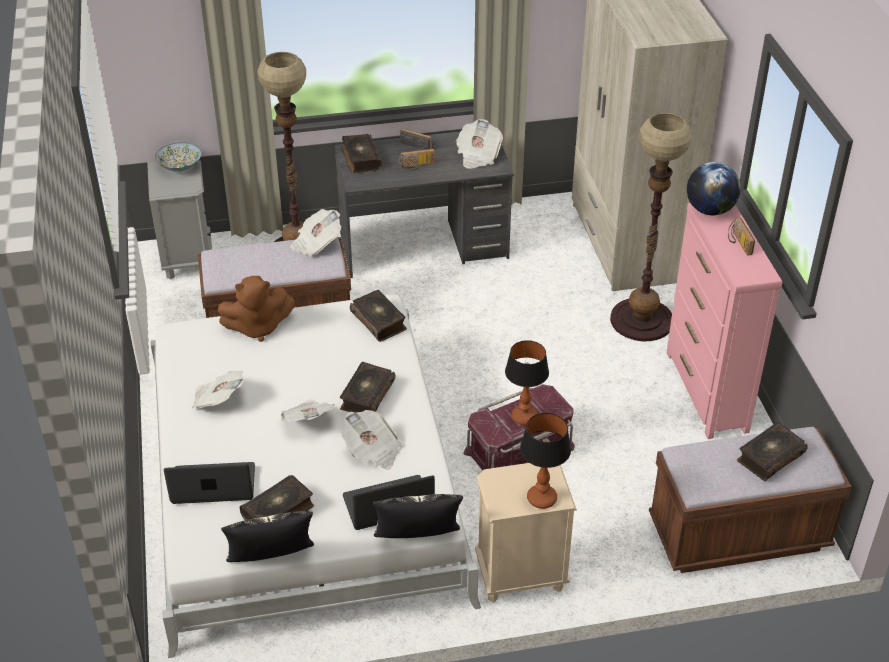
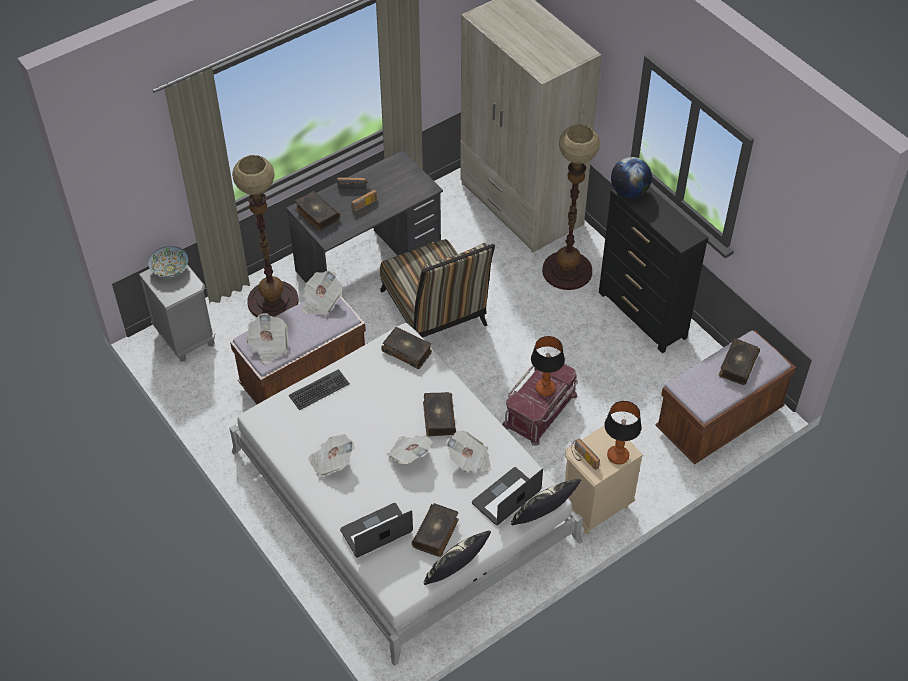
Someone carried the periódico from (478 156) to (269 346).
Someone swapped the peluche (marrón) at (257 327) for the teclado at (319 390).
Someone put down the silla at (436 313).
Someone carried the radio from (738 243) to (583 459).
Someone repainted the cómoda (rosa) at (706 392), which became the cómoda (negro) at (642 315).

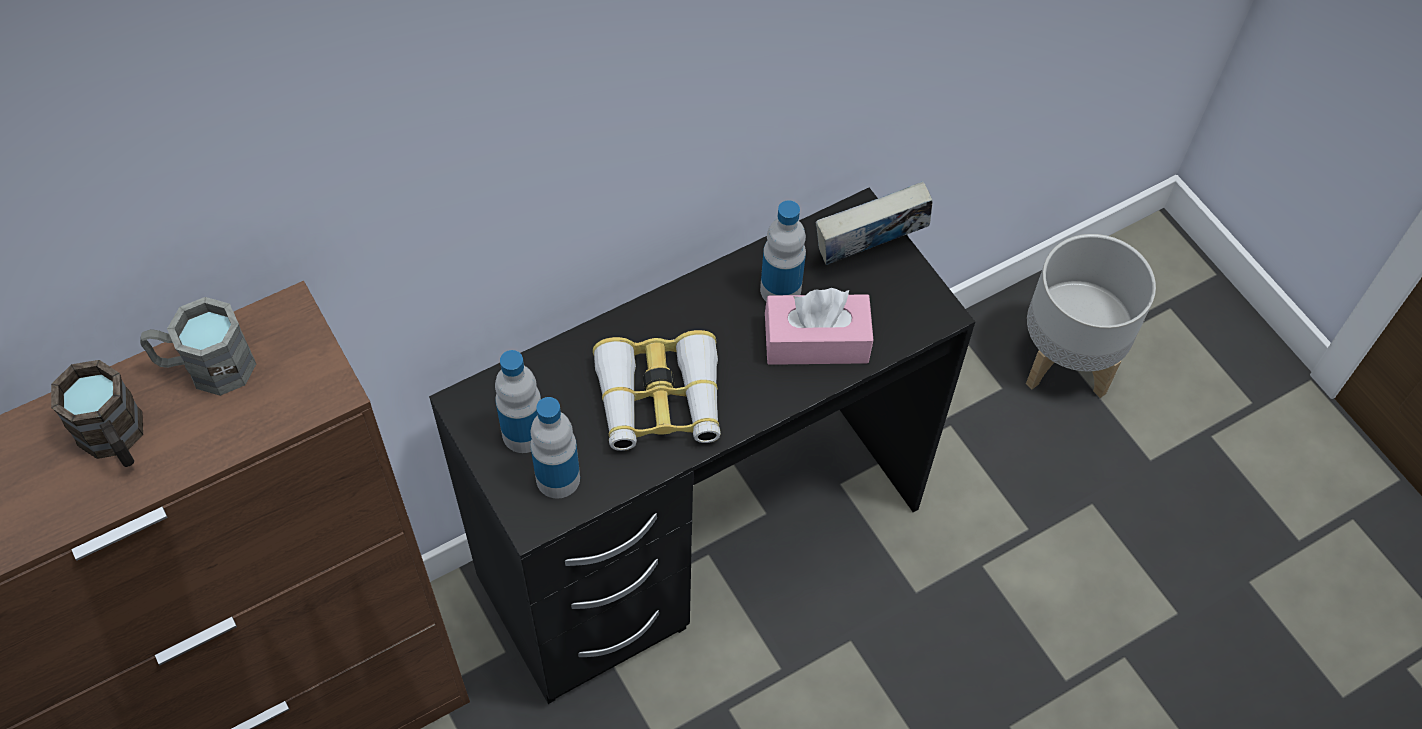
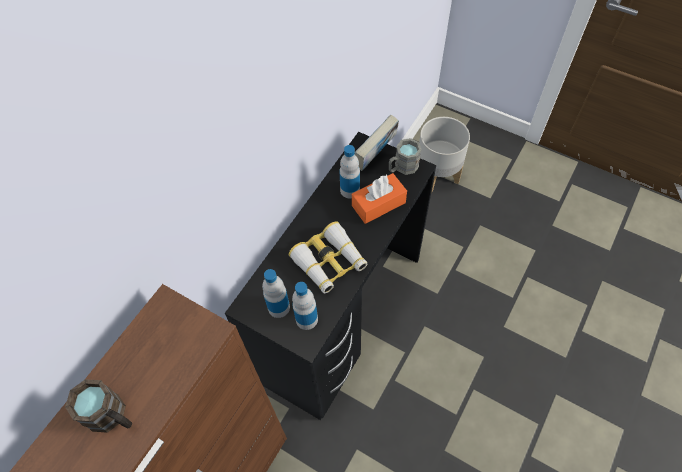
Someone repainted the caja de pañuelos (rosa) at (816 341), which became the caja de pañuelos (naranja) at (378 204).
Someone carried the taza grande (gris) from (206 367) to (402 167).

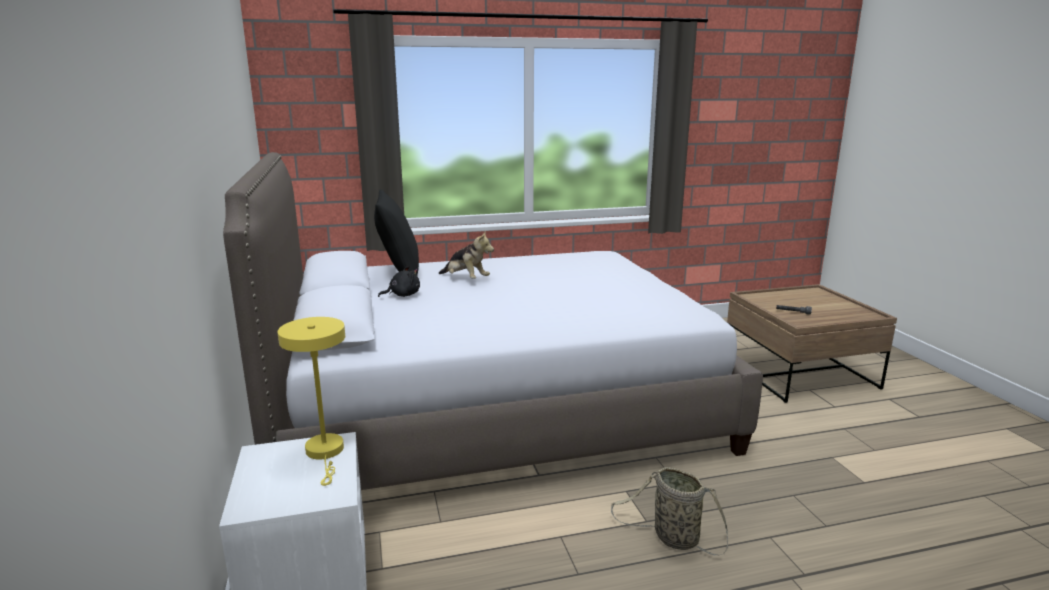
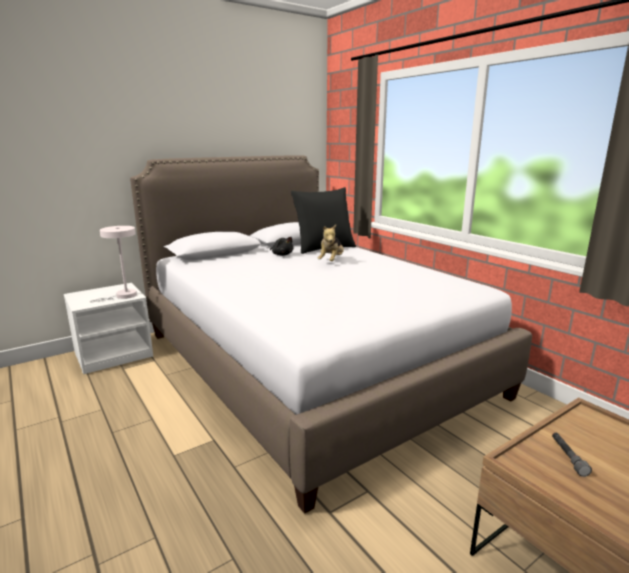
Someone repainted the lámpara de mesa (amarillo) at (325 453), which became the lámpara de mesa (blanco) at (122 296).
Someone took away the cesta at (672 538).

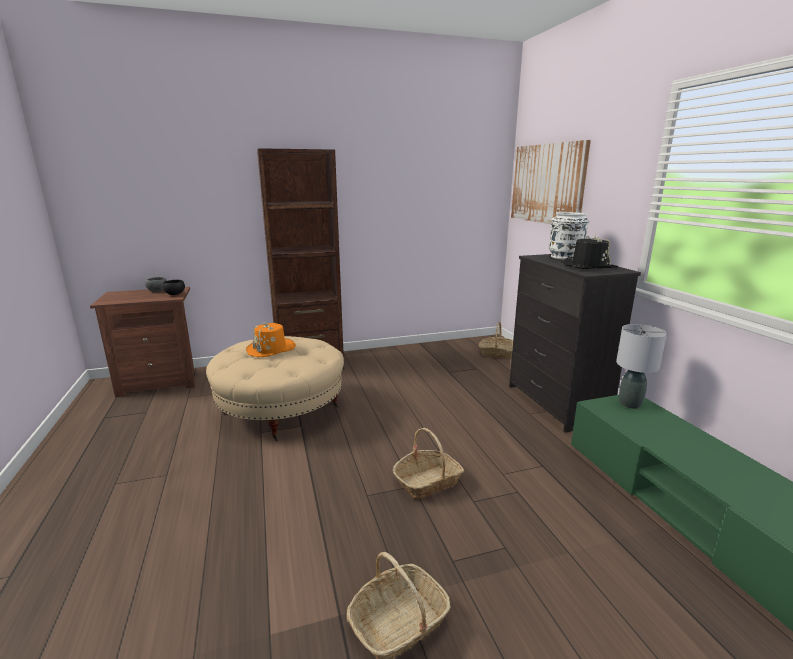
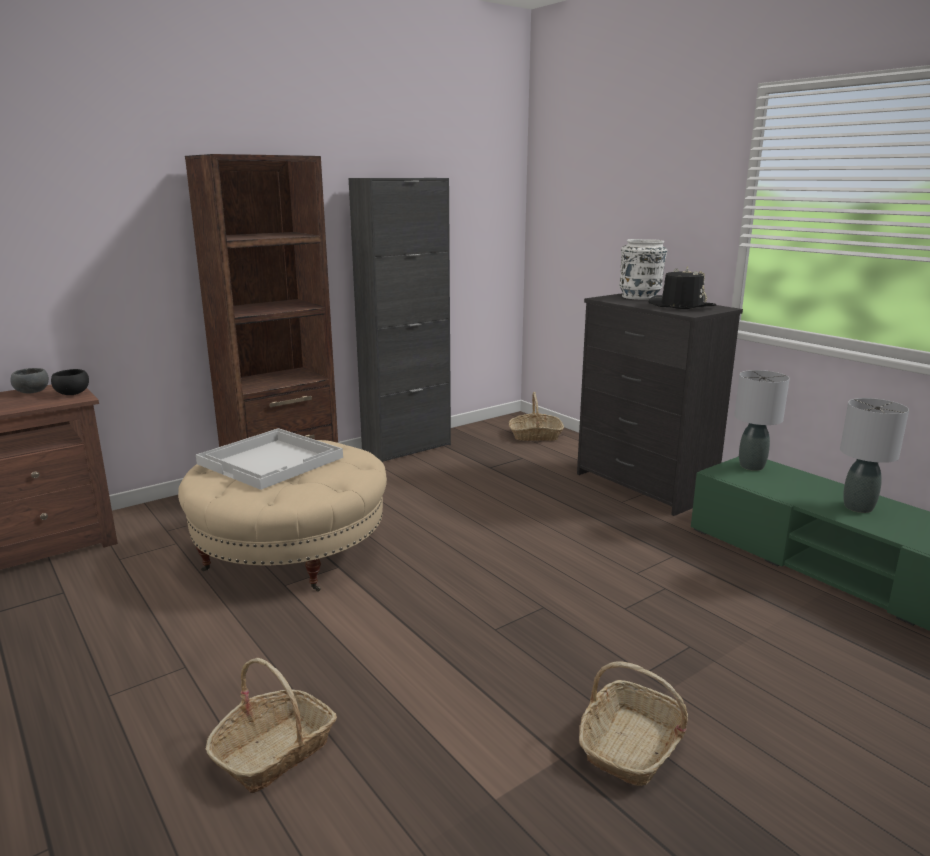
Someone swapped the sombrero (naranja) at (271 349) for the bandeja (blanco) at (272 460).
Someone carried the cesta from (428 482) to (275 751).
Someone put down the armario (negro) at (407 448).
Someone put down the lámpara de mesa (gris) at (859 507).
Someone took away the cuadro at (547 184).

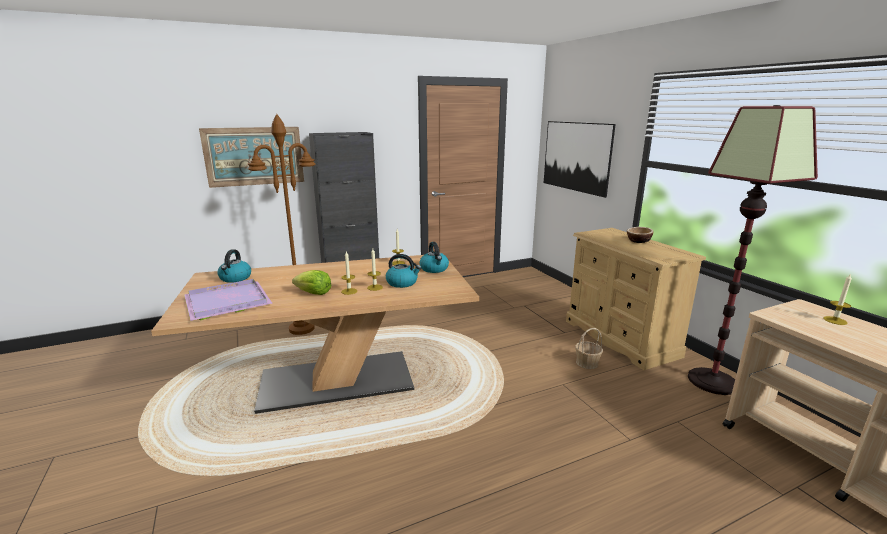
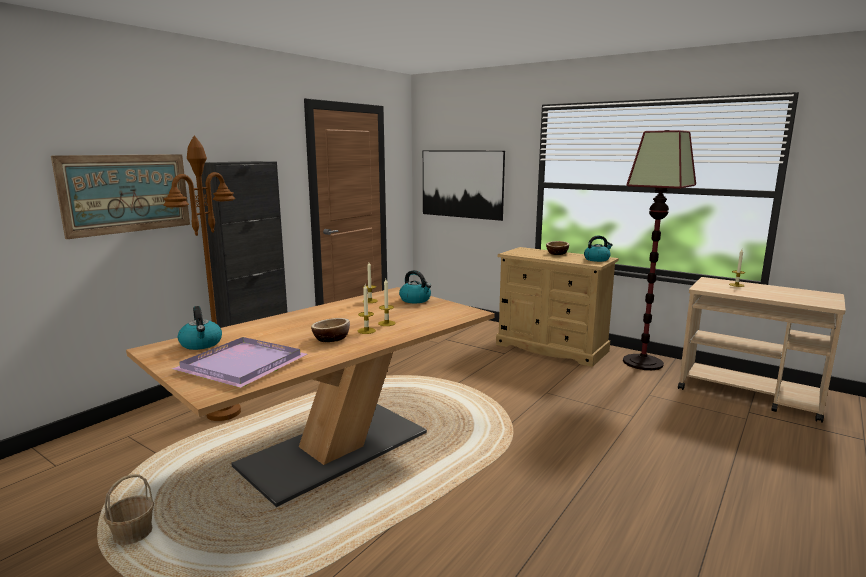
Someone carried the cesta from (586 363) to (132 533).
Someone swapped the lechuga at (313 293) for the cuenco at (331 339).
Someone carried the hervidor from (402 283) to (597 259).

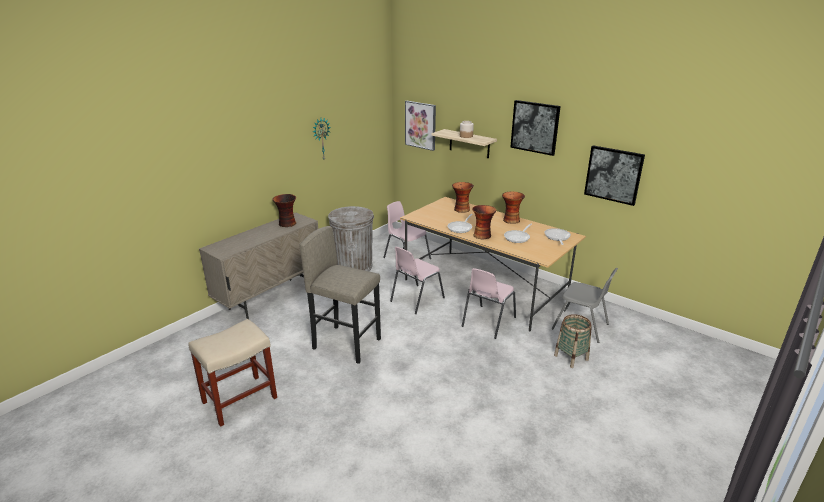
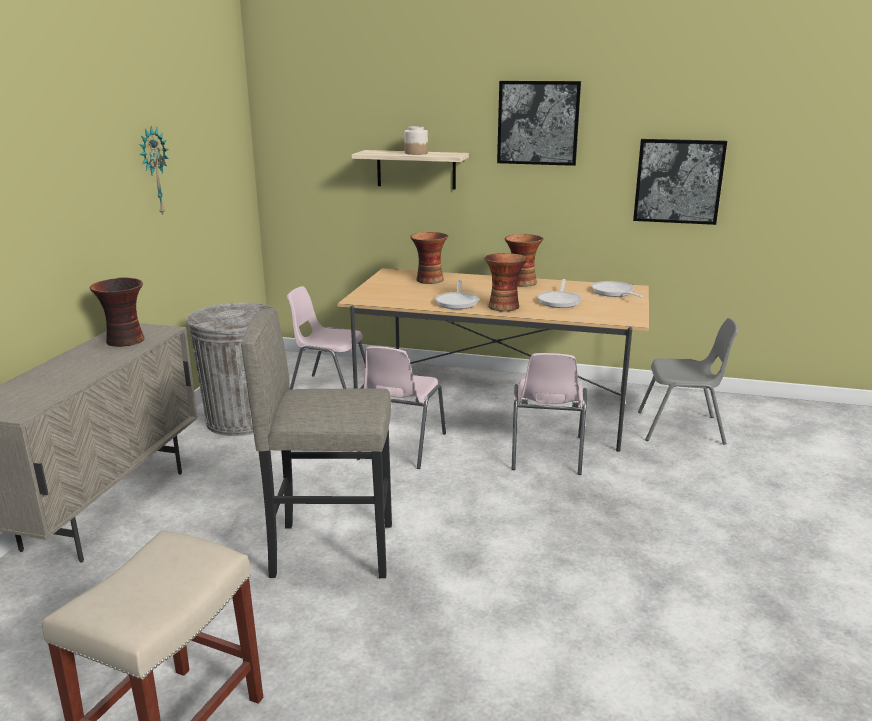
Someone took away the cuadro at (420 125).
Someone took away the cesta at (571 357).

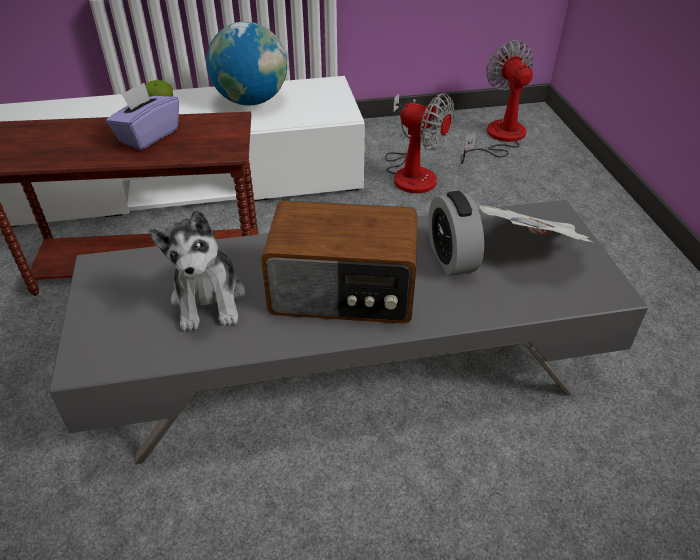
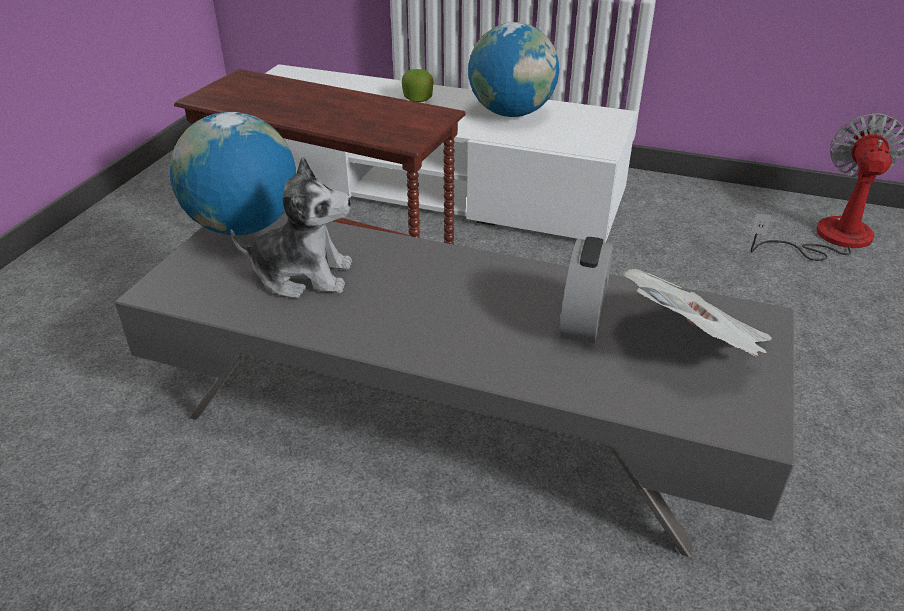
Someone put down the globo terráqueo at (243 226).
Someone rotated the peluche at (209 299) by 105 degrees counterclockwise.
Someone took away the caja de pañuelos (morado) at (148 136).
Someone took away the radio at (343 292).
Someone took away the ventilador at (412 172).

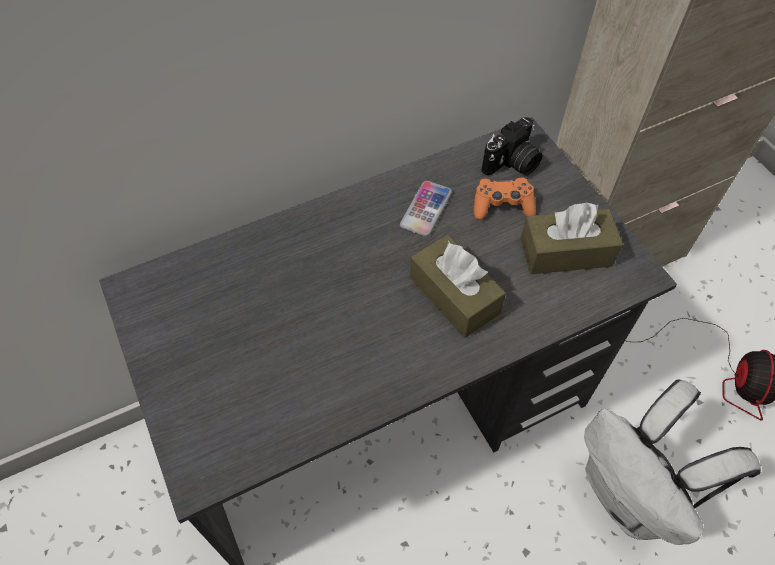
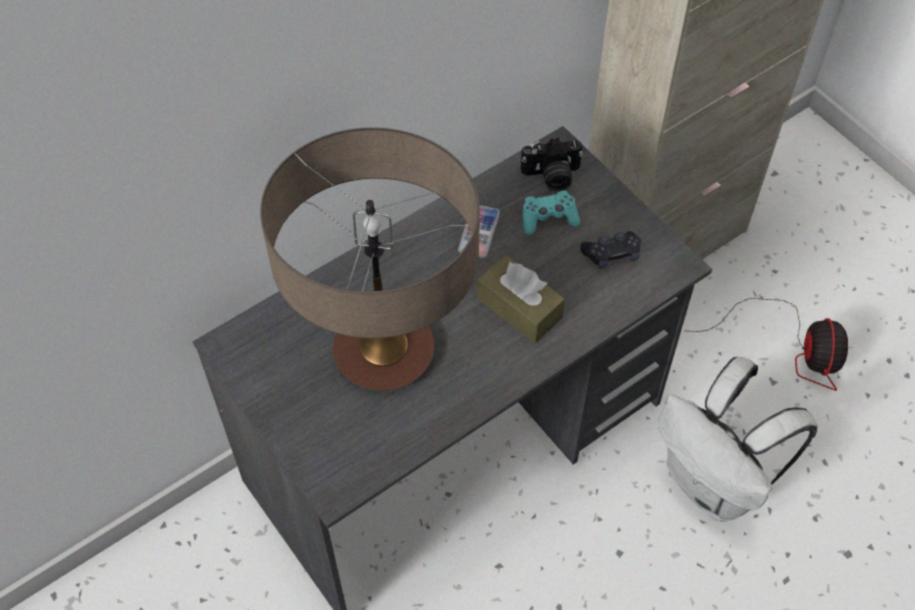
Someone put down the lámpara de mesa at (384 352).
Someone rotated the cámara at (512 164) by 45 degrees clockwise.
Someone repainted the mando de consola (naranja) at (502 205), which became the mando de consola (turquesa) at (548 218).
Someone swapped the caja de pañuelos (marrón) at (565 252) for the mando de consola (negro) at (612 254).

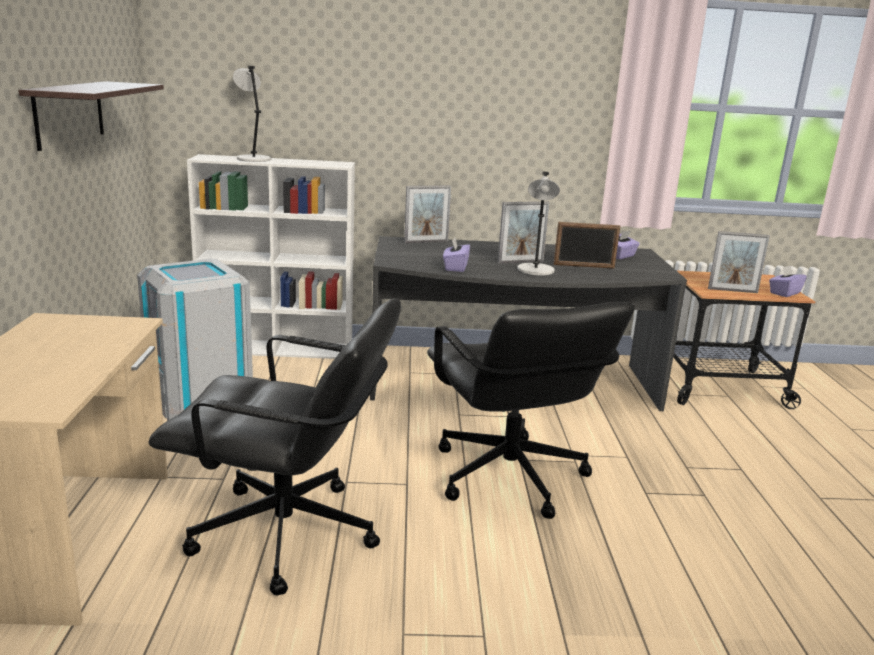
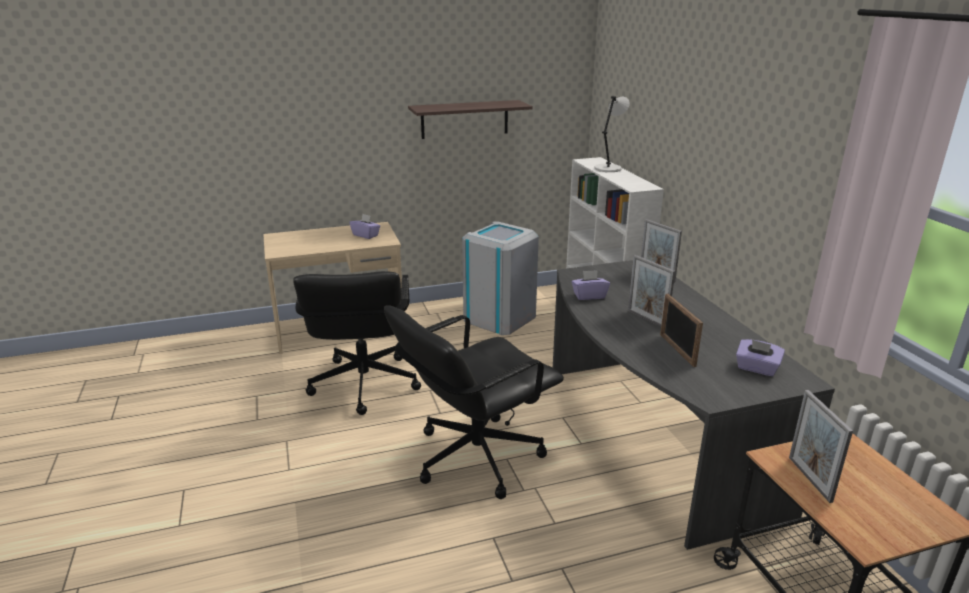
Someone carried the caja de pañuelos (morado) from (784 293) to (366 235).
Someone took away the lámpara de mesa (gris) at (535 271).

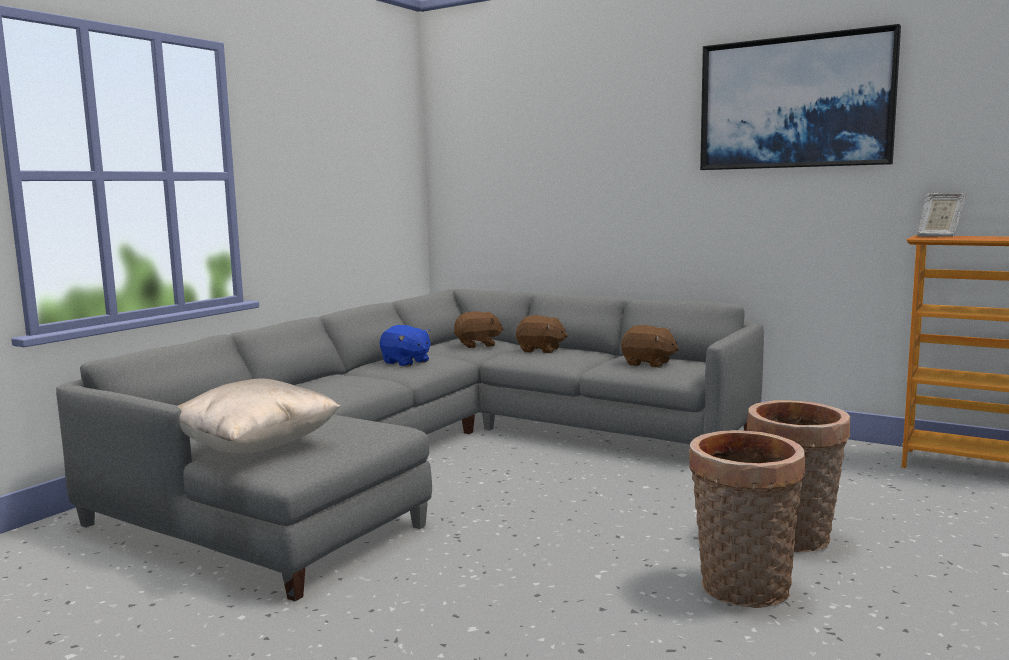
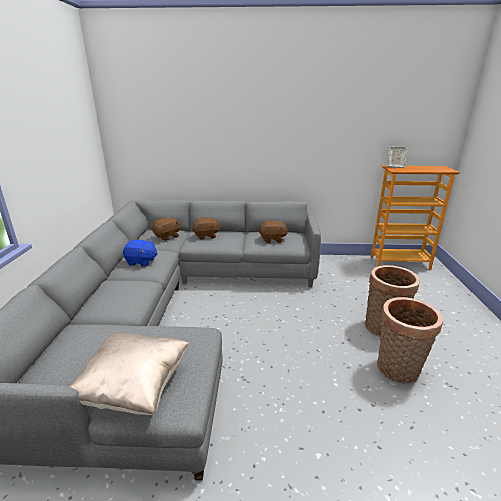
Someone took away the cuadro at (795 103).

